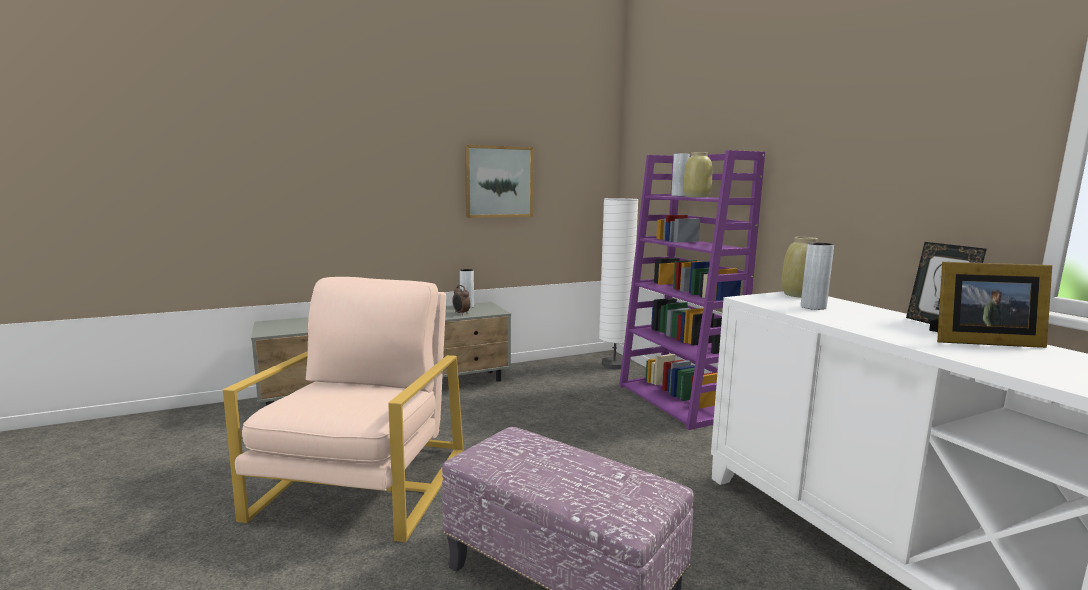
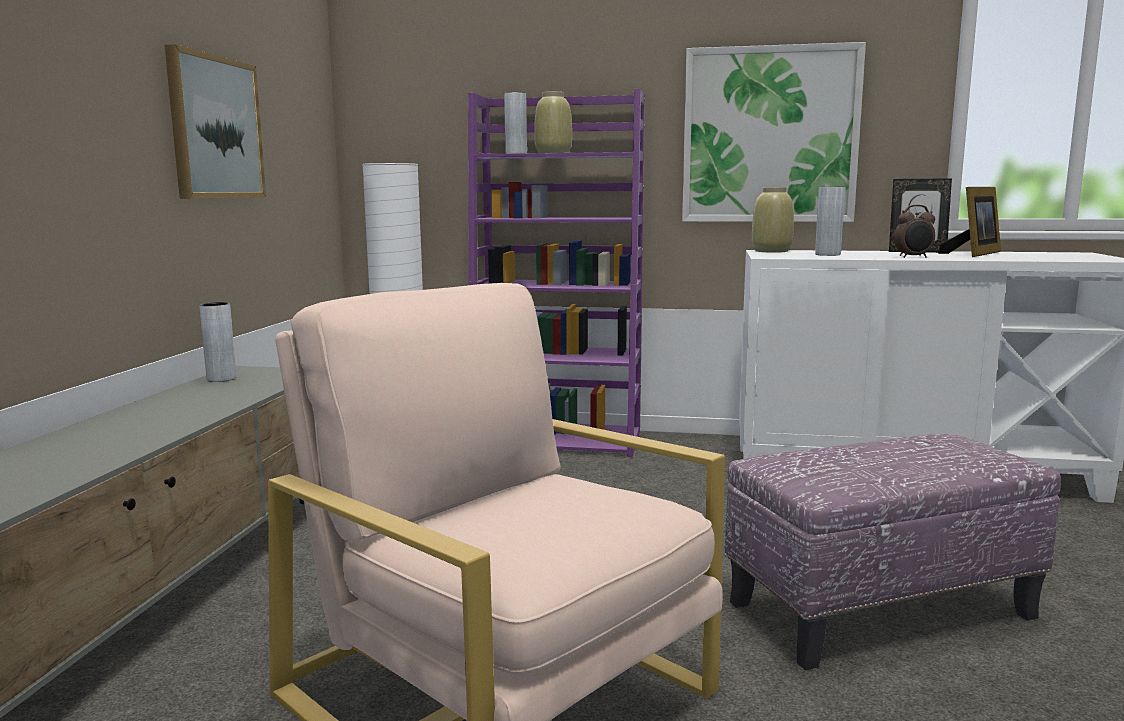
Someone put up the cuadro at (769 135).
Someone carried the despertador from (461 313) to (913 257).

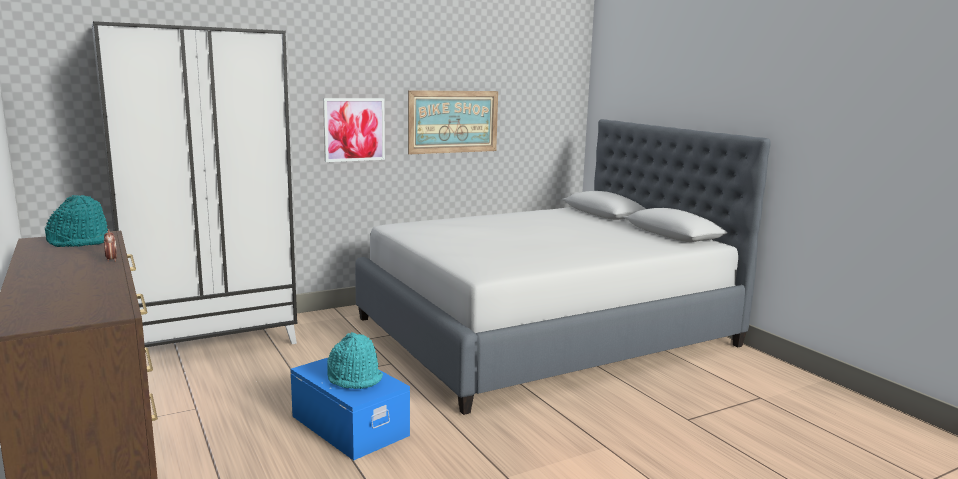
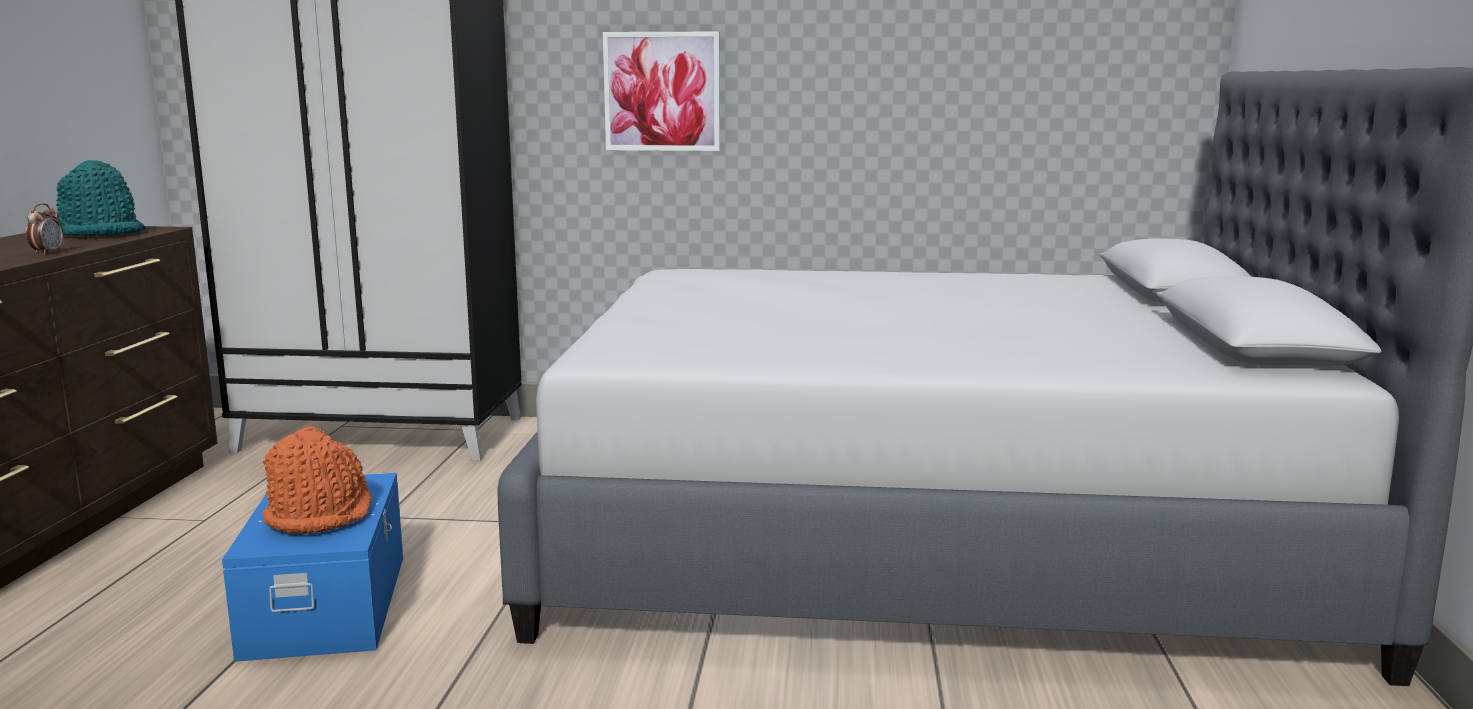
Someone repainted the sombrero (turquesa) at (355 378), which became the sombrero (naranja) at (320 515).
Someone took away the cuadro at (453 121).

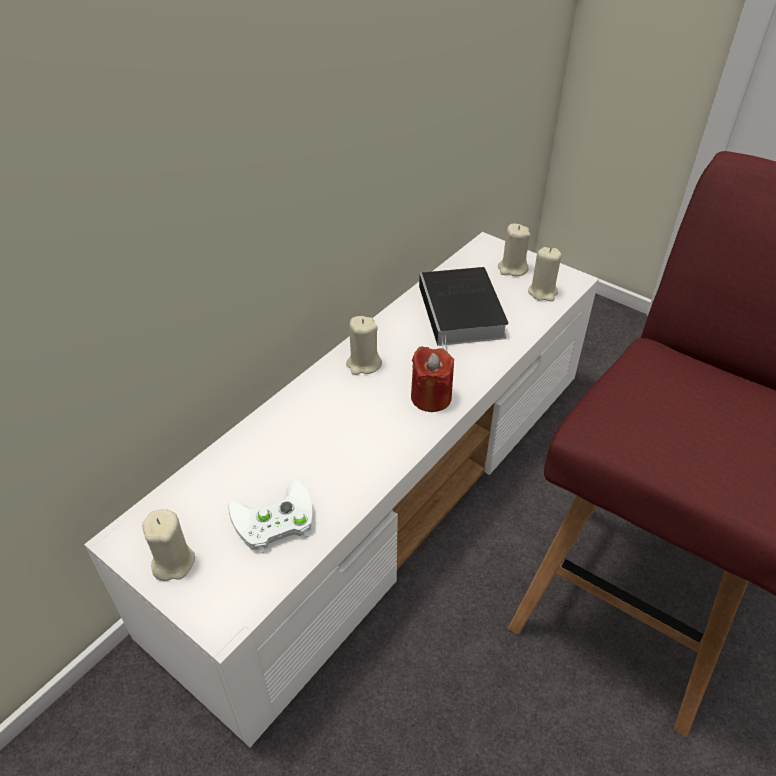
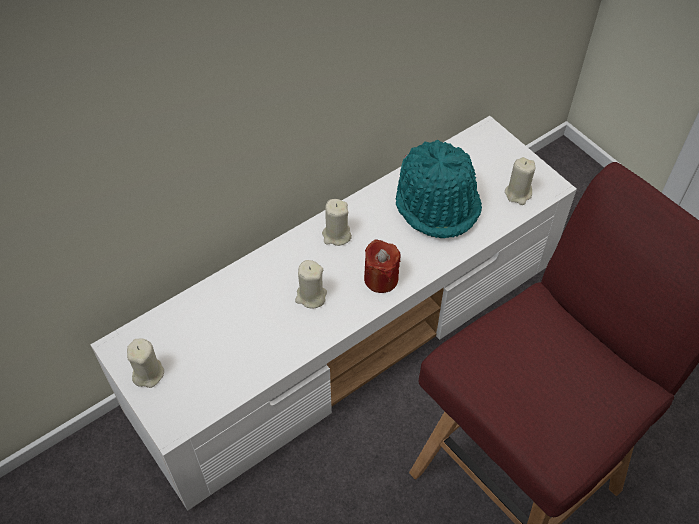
Someone carried the vela (beis) from (512 268) to (311 296).
Someone swapped the libro at (462 313) for the sombrero (turquesa) at (437 202).
Someone took away the mando de consola (blanco) at (272 522).

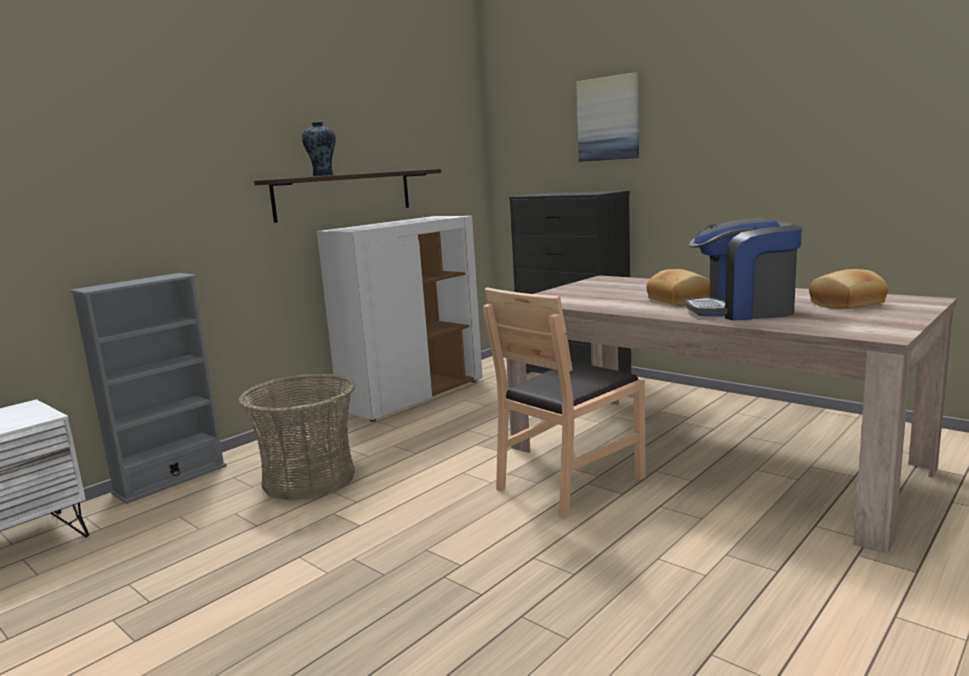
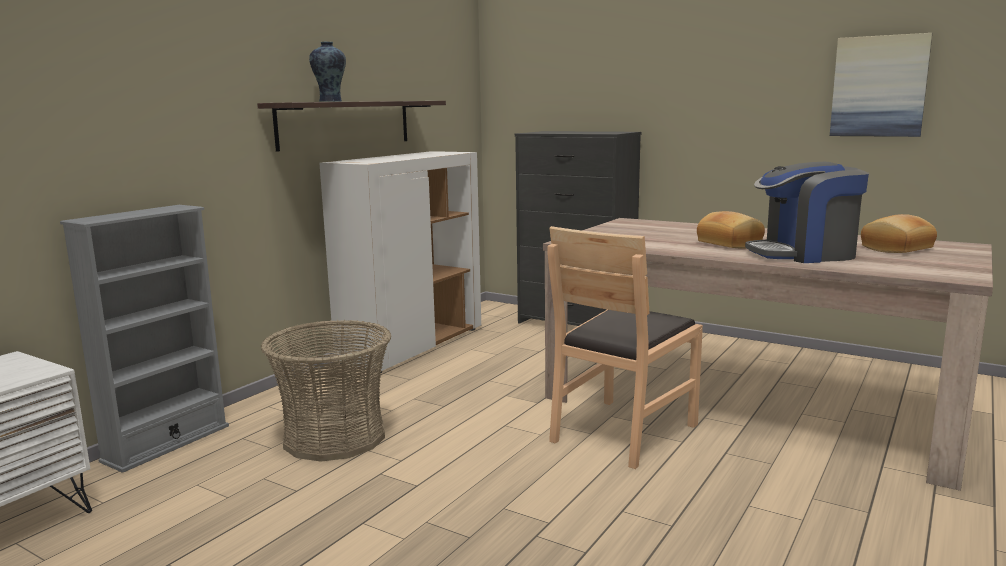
Someone carried the cuadro from (608 119) to (879 86).

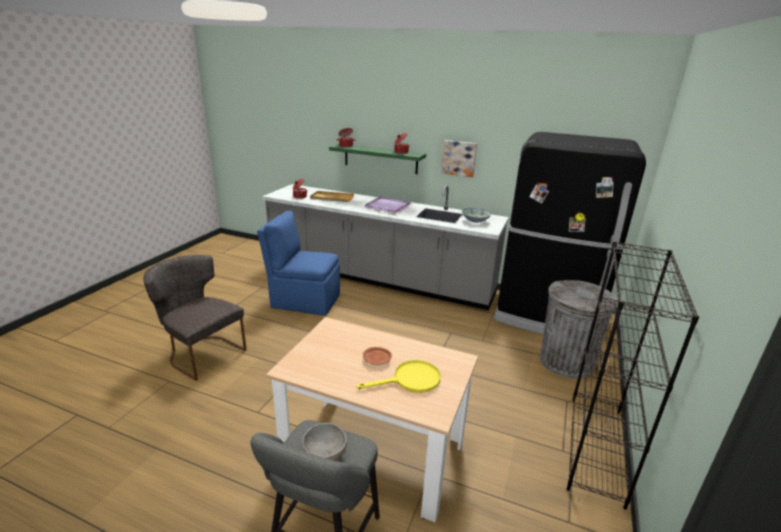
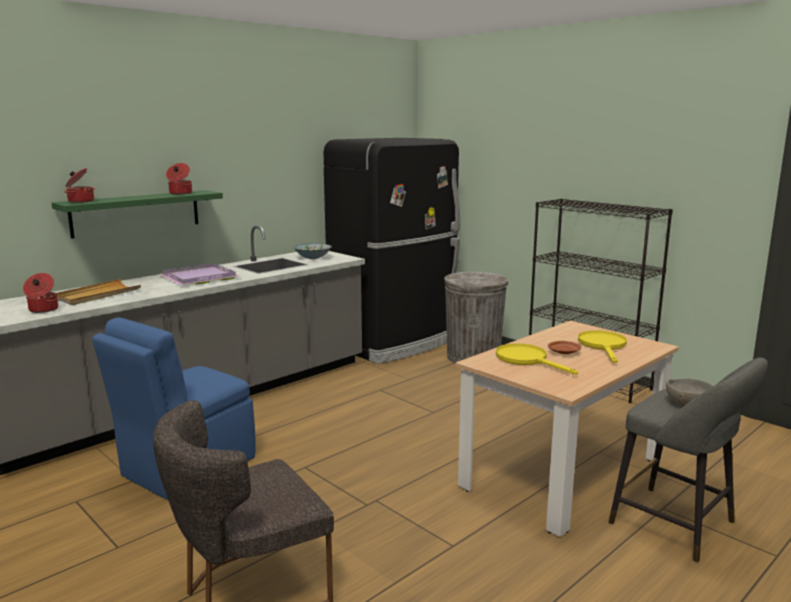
Someone put down the sartén (amarillo) at (527 360).
Someone took away the cuadro at (459 158).

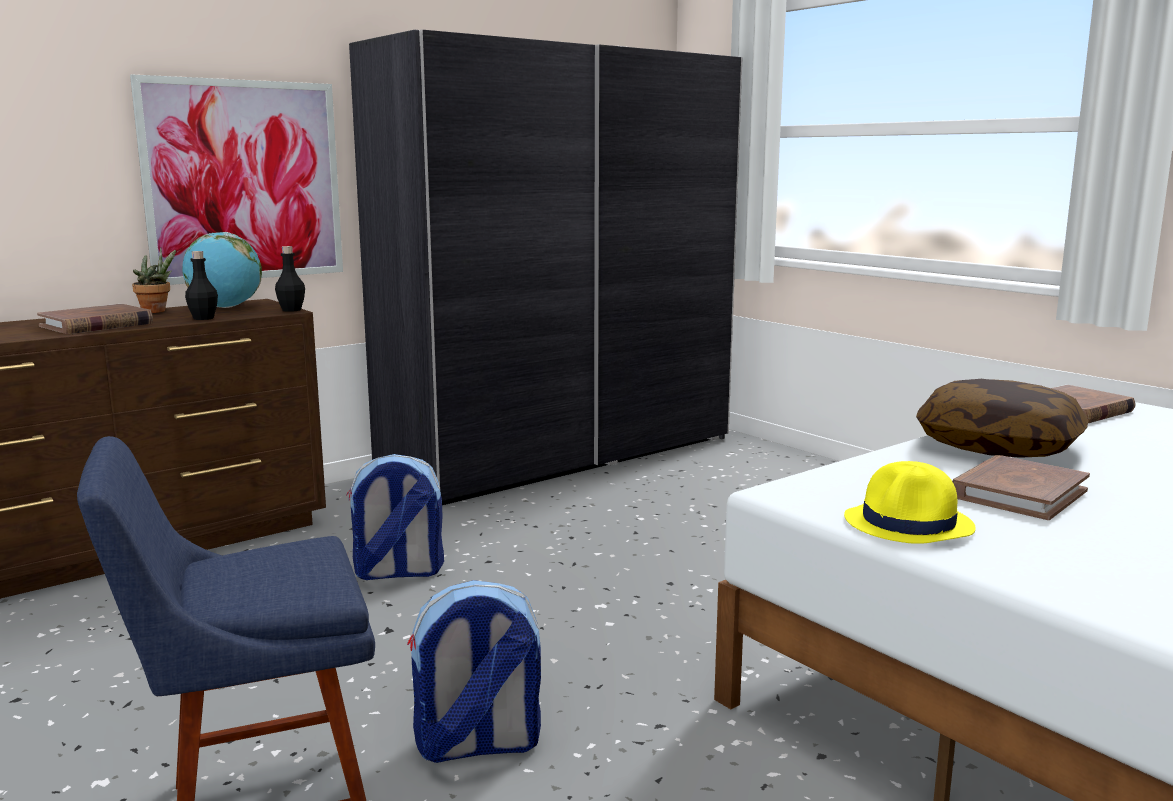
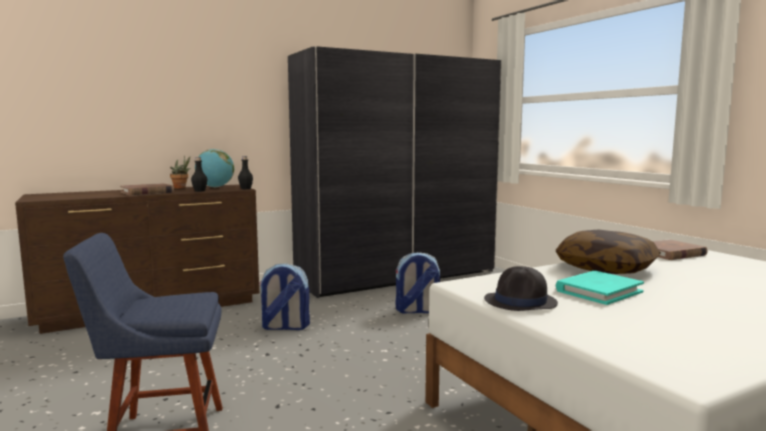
Someone carried the mochila from (477 745) to (417 311).
Someone repainted the sombrero (amarillo) at (909 524), which became the sombrero (negro) at (521 302).
Someone repainted the libro (marrón) at (1018 493), which became the libro (turquesa) at (598 291).
Someone took away the cuadro at (244 181).

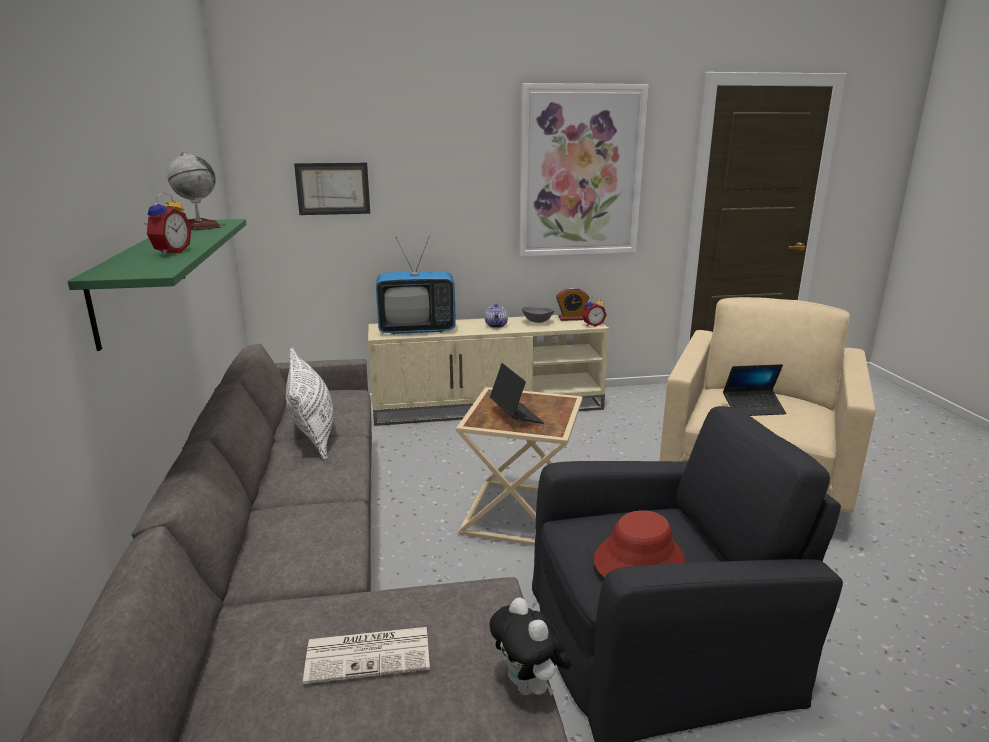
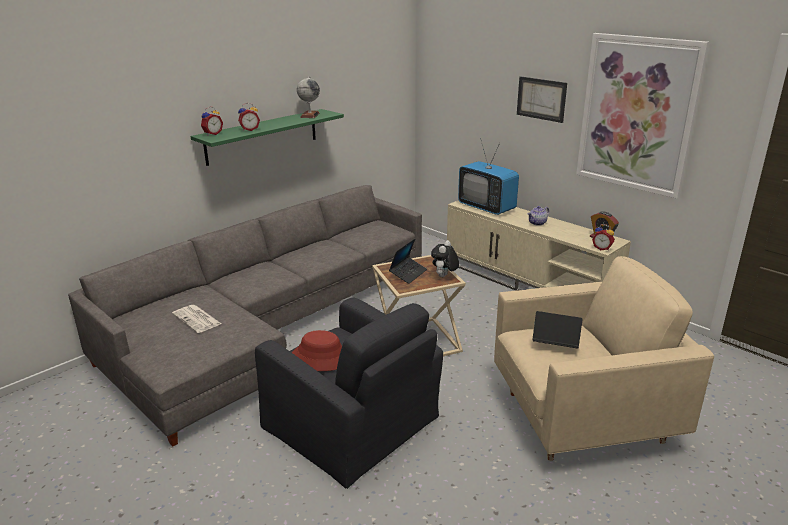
Someone put down the despertador at (212 134).
Someone carried the peluche from (530 687) to (444 276).
Someone carried the cuadro from (333 188) to (541 99).
Someone rotated the portátil at (753 408) by 150 degrees clockwise.
Someone took away the cojín (blanco) at (313 432).
Someone took away the cuenco (gris) at (537 322).

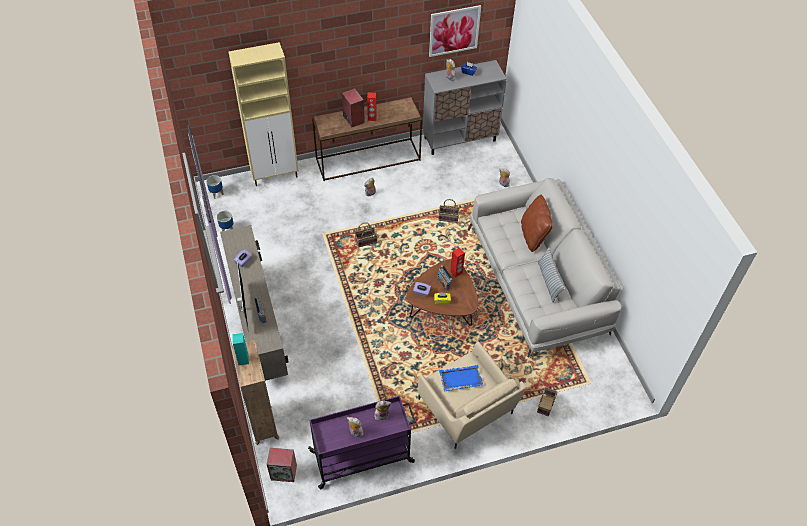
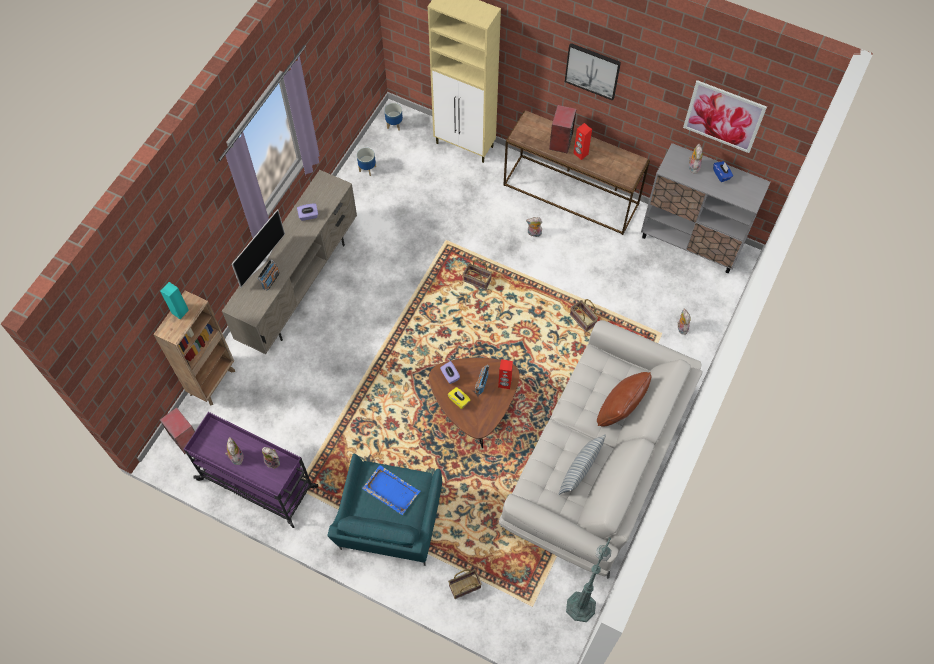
Someone repainted the sillón (beis) at (467 409), which became the sillón (turquesa) at (389 524).
Someone put up the cuadro at (592 70).
Someone put down the lámpara de pie (verde) at (581 605).

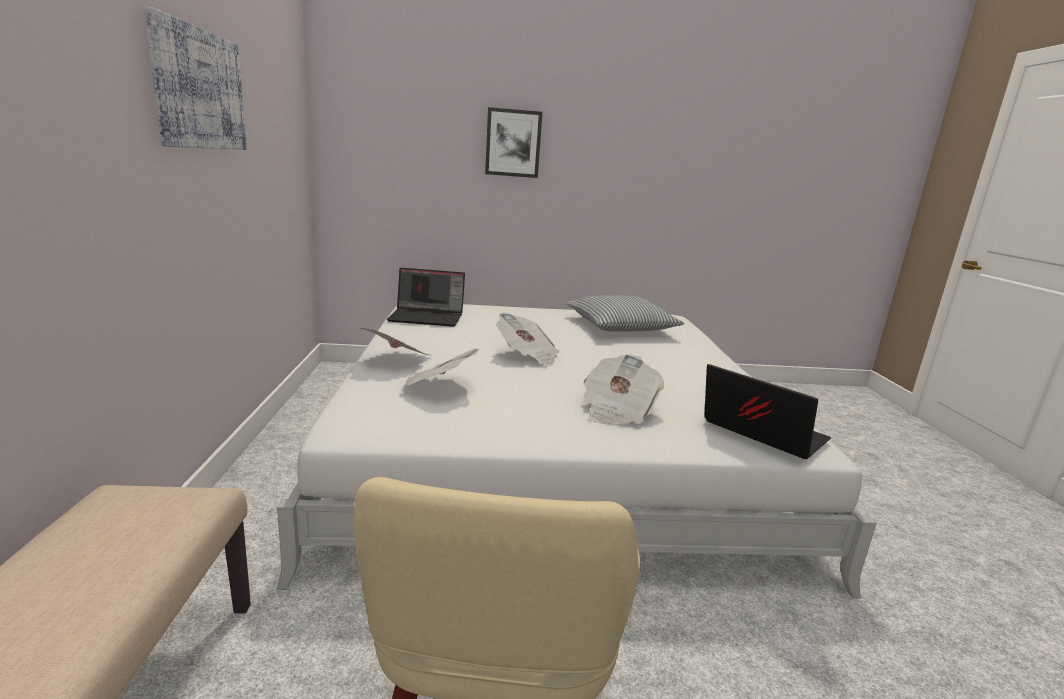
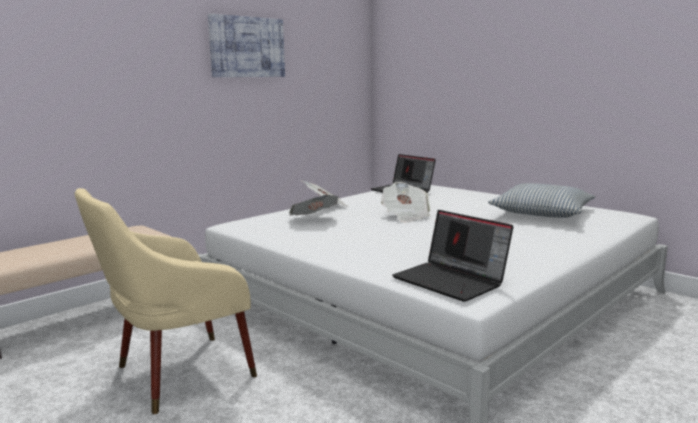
Someone rotated the portátil at (759 433) by 135 degrees clockwise.
Someone took away the cuadro at (513 143).
Someone took away the periódico at (617 410).

